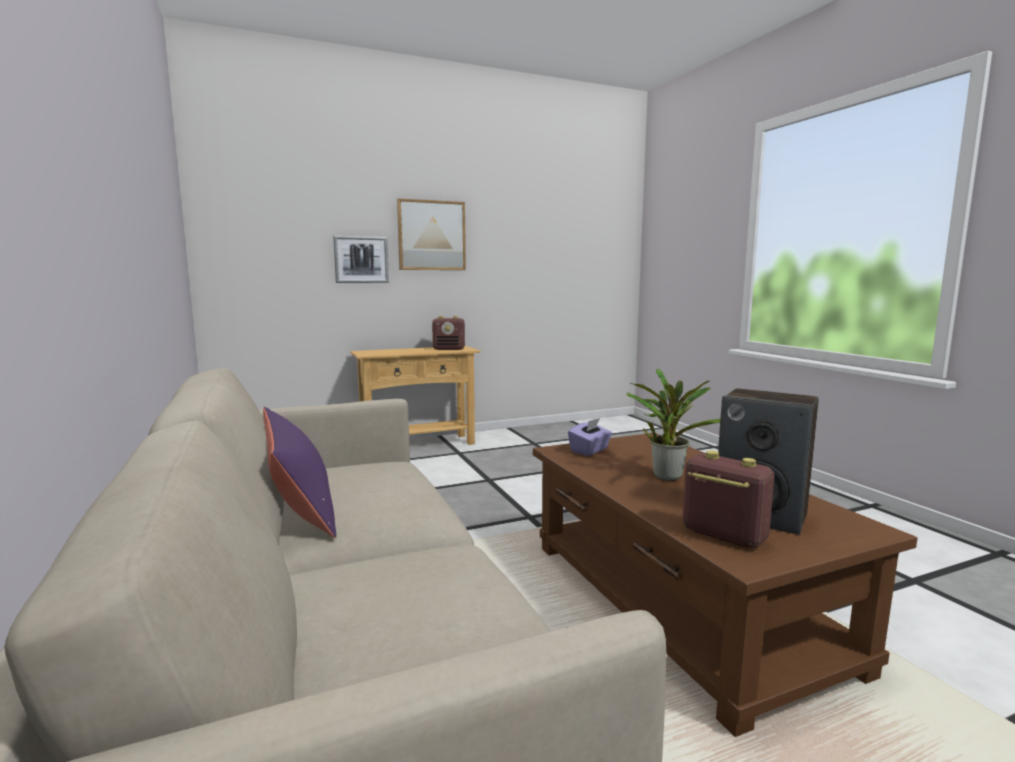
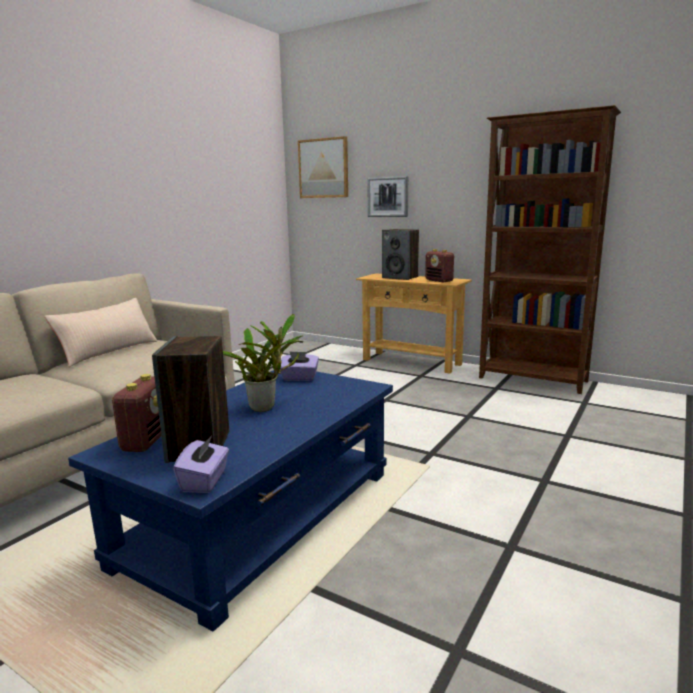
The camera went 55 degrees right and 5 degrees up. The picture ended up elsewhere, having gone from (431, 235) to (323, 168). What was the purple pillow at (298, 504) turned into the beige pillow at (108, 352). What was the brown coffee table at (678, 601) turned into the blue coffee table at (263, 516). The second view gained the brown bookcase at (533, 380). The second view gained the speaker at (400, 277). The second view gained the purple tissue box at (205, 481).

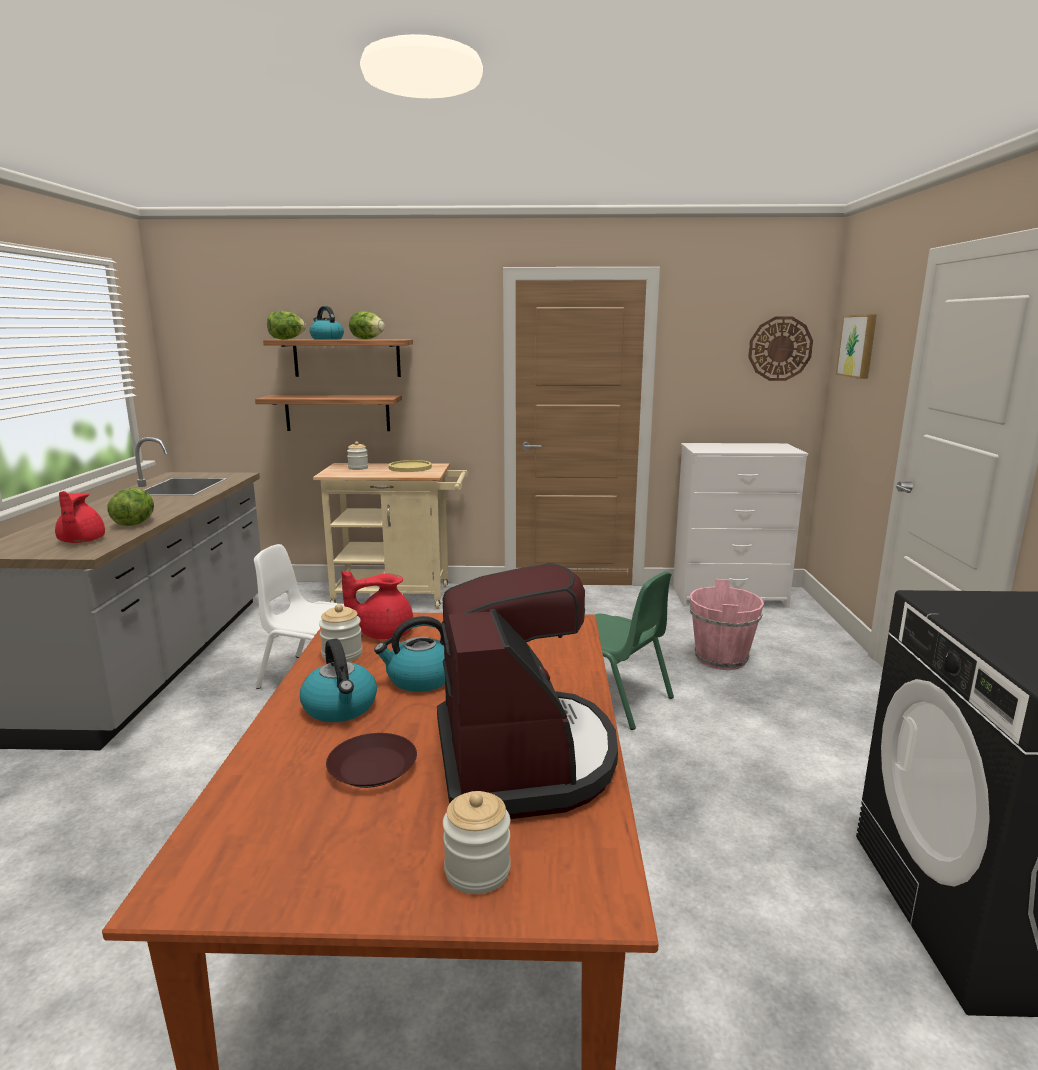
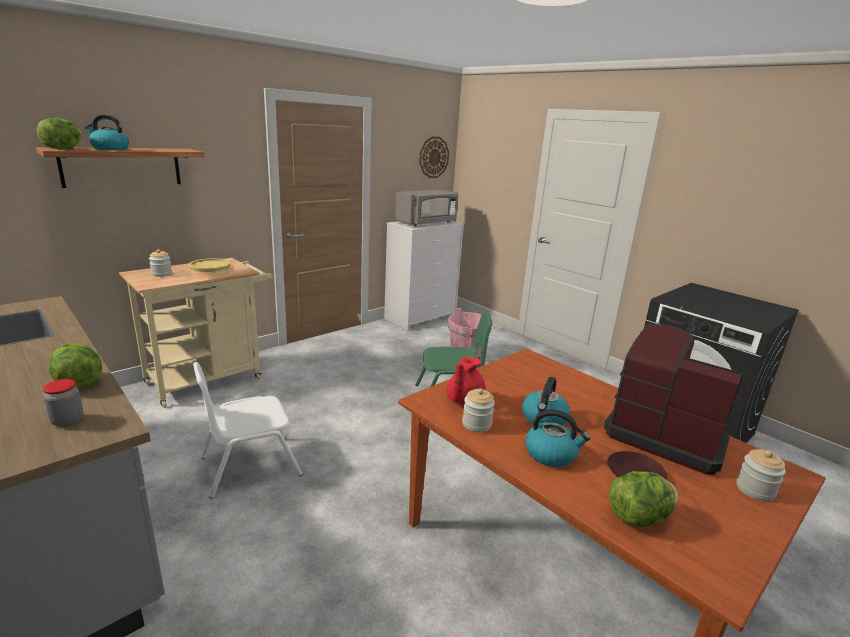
The camera went 45 degrees left and 5 degrees up. The lettuce ended up elsewhere, having gone from (367, 339) to (638, 517). The second view lost the picture at (858, 346). The second view lost the shelf at (337, 413). Where the red teapot stood at (80, 541), the jar came to stand at (67, 421). The second view gained the grey microwave at (427, 223).

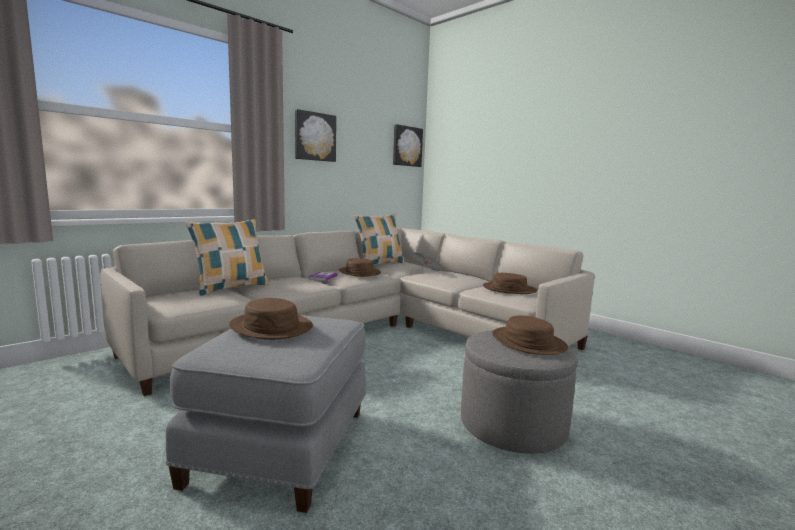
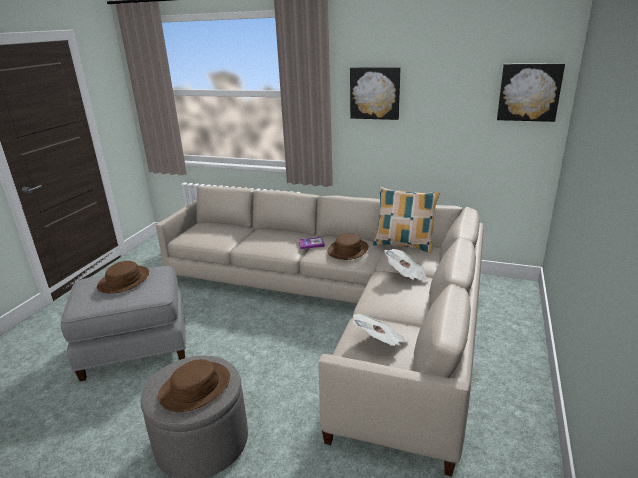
The camera went 65 degrees right and 15 degrees up. The second view lost the pillow at (231, 288). Where the brown hat stood at (509, 289), the newspaper came to stand at (380, 342).

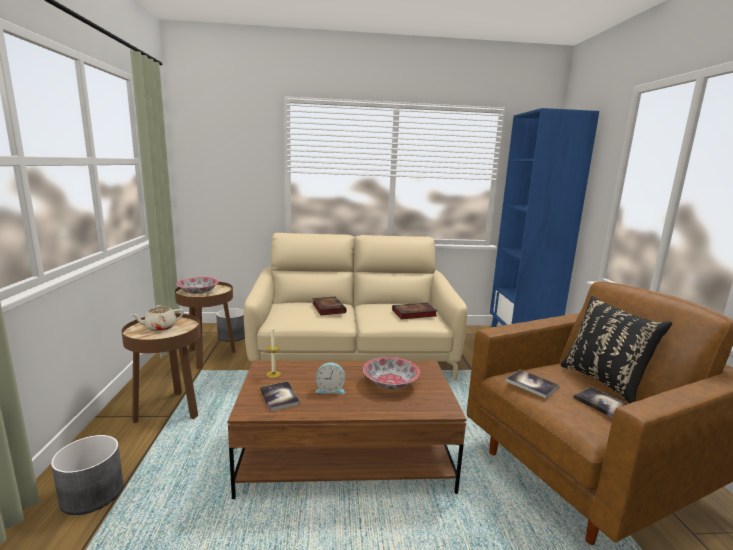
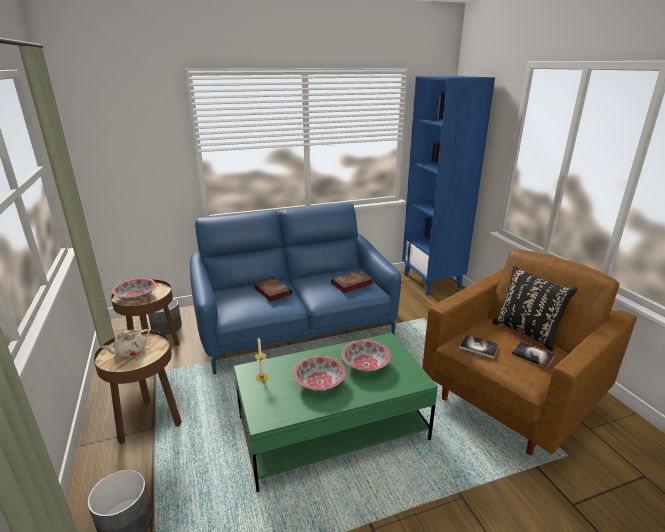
The camera went 15 degrees left and 10 degrees up. What was the beige sofa at (353, 354) turned into the blue sofa at (295, 325). What was the brown coffee table at (346, 455) turned into the green coffee table at (332, 428). Where the alarm clock stood at (330, 389), the bowl came to stand at (320, 382). The second view lost the book at (279, 397).

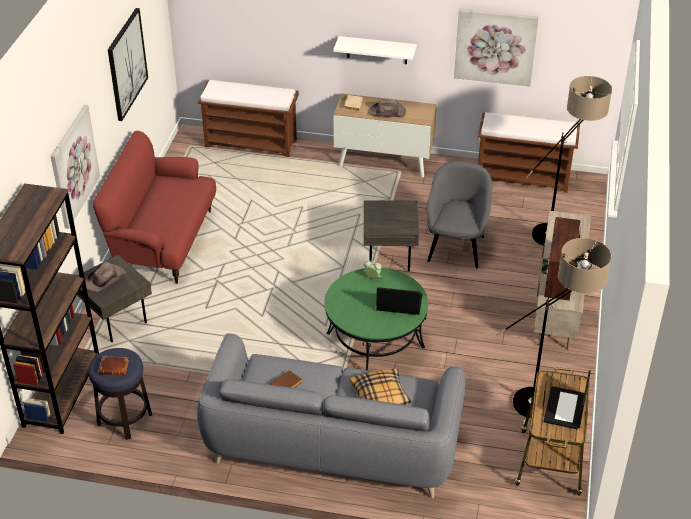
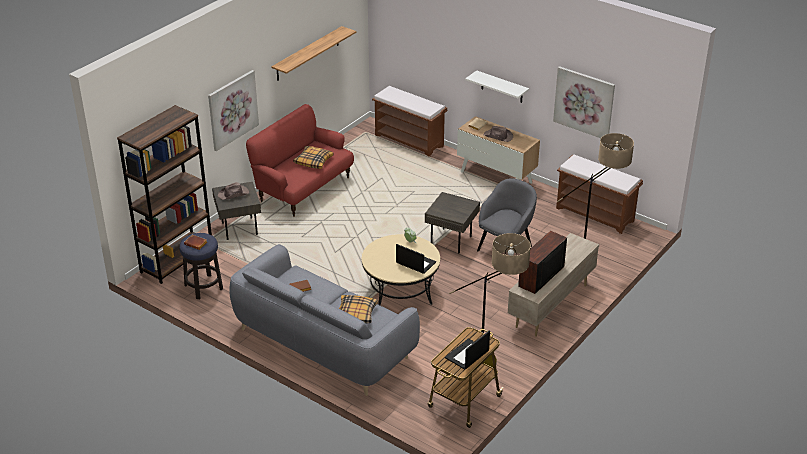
The camera went 25 degrees right and 5 degrees down. Where the picture hung at (127, 64), the shelf came to hang at (308, 54). What was the green coffee table at (375, 340) turned into the beige coffee table at (400, 289). The second view gained the pillow at (313, 161).

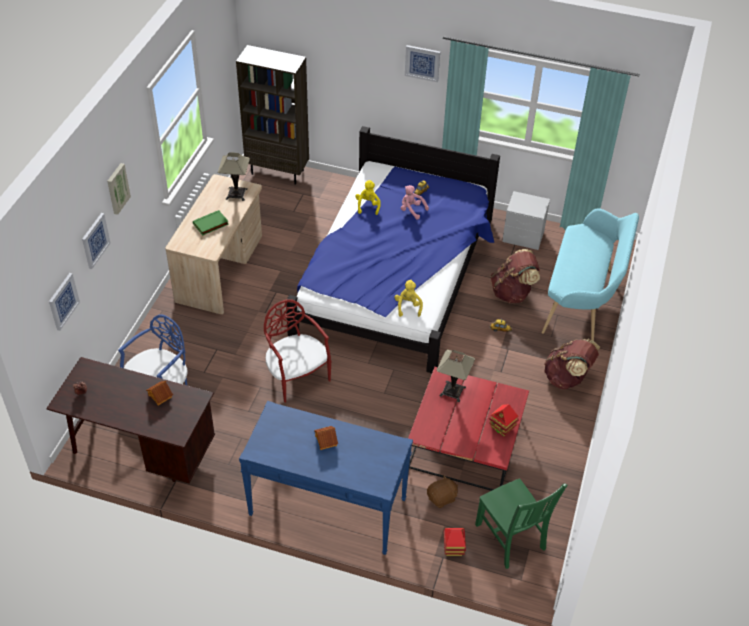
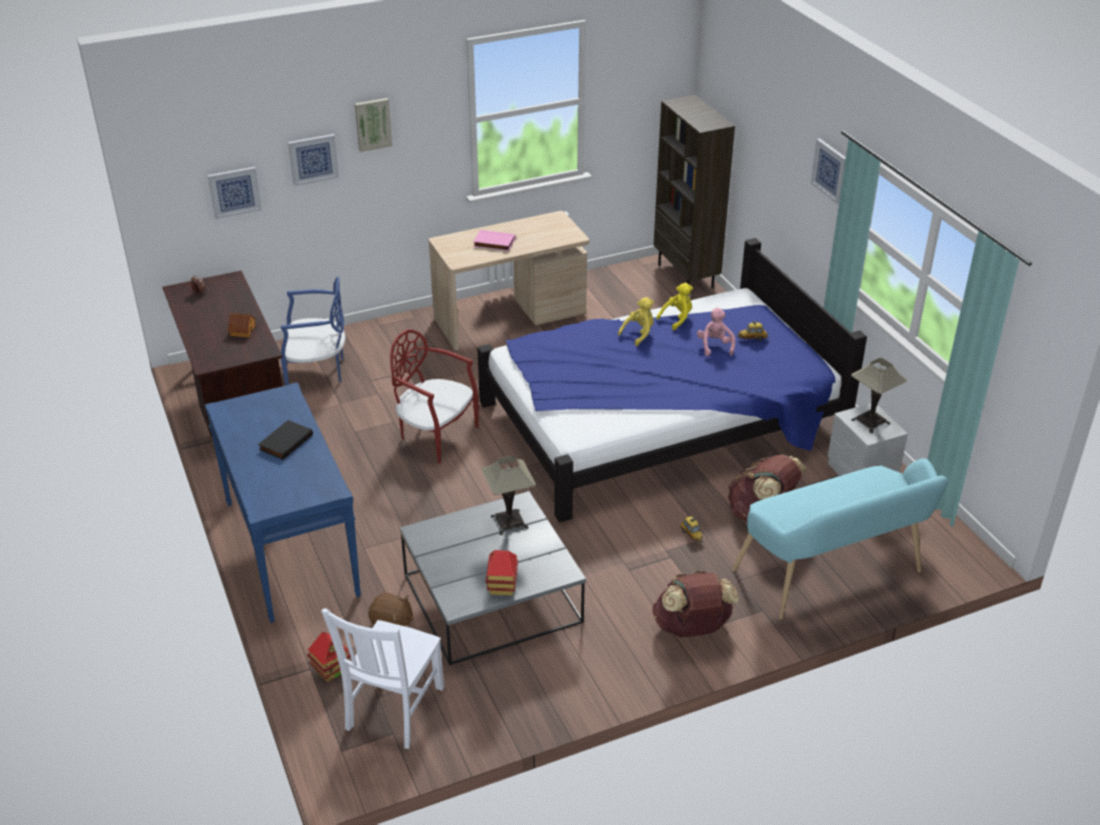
The camera went 50 degrees right and 10 degrees down. The table lamp ended up elsewhere, having gone from (236, 194) to (870, 421). What was the green book at (211, 225) turned into the pink book at (493, 243). The yellow plush toy ended up elsewhere, having gone from (408, 306) to (639, 334). The red chair at (296, 376) ended up facing another way, 75 degrees counterclockwise from before. What was the red coffee table at (464, 442) turned into the grey coffee table at (490, 597). Where the toy house stood at (325, 440), the black book came to stand at (285, 442). What was the green chair at (511, 538) turned into the white chair at (393, 710).

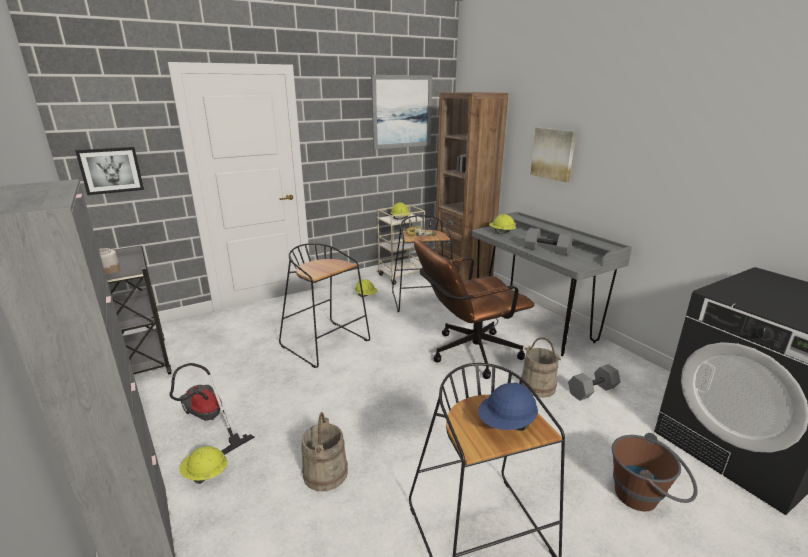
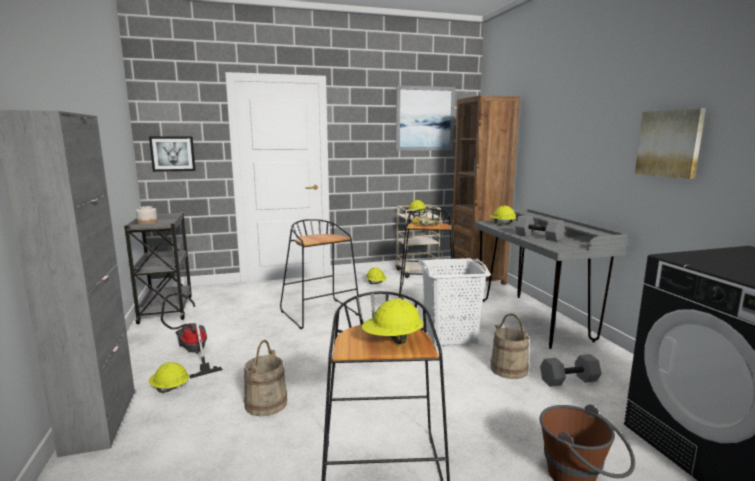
The camera went 15 degrees right and 10 degrees down. The picture ended up elsewhere, having gone from (553, 154) to (669, 143). Where the brown office chair stood at (467, 354), the white laundry basket came to stand at (449, 335). What was the blue hard hat at (506, 424) turned into the yellow hard hat at (392, 340).

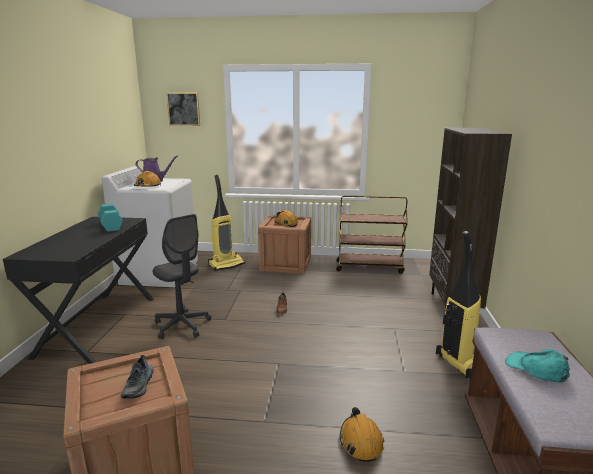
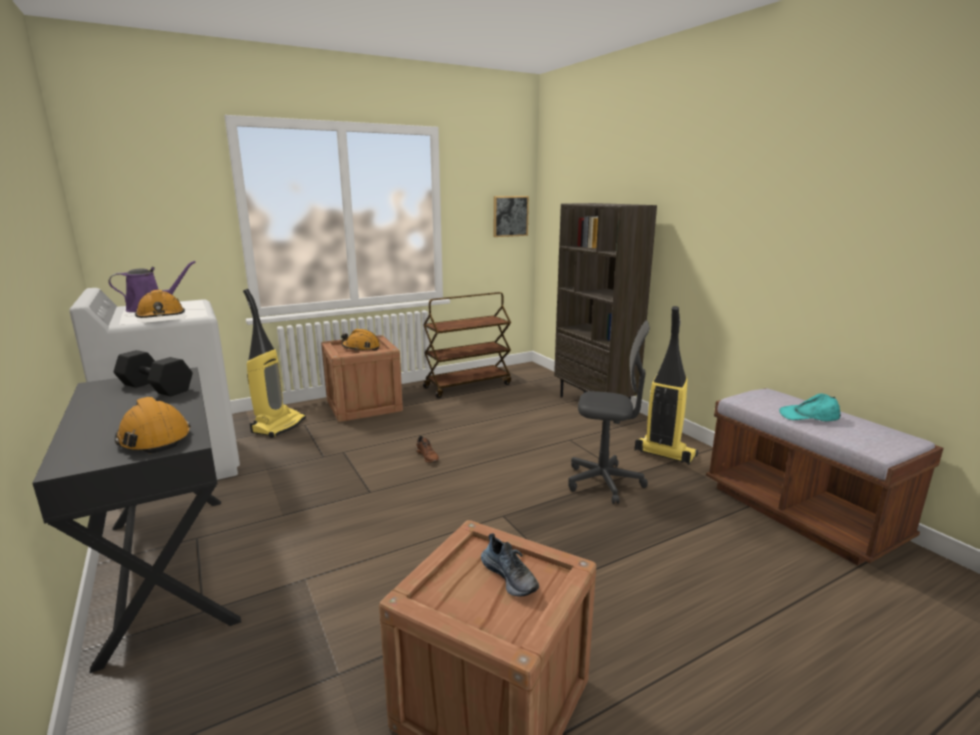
The camera went 35 degrees left and 0 degrees up. The picture ended up elsewhere, having gone from (183, 109) to (510, 216). What was the turquoise dumbbell at (110, 225) turned into the black dumbbell at (154, 388). The grey office chair ended up elsewhere, having gone from (182, 326) to (604, 482). The orange hard hat ended up elsewhere, having gone from (361, 441) to (154, 438).

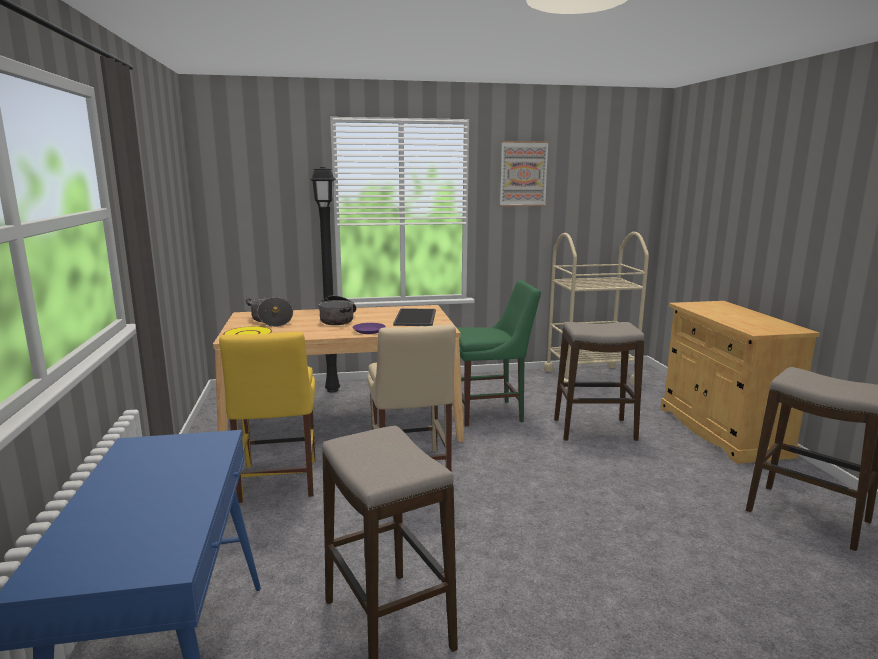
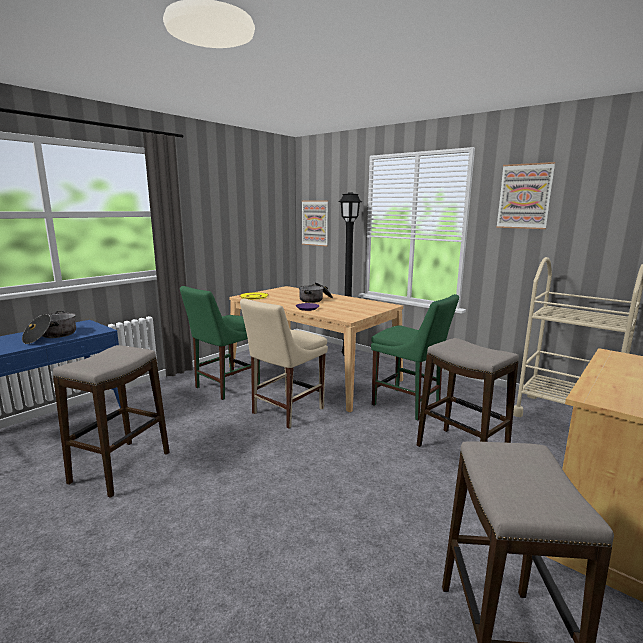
The camera went 50 degrees right and 0 degrees up. The cooking pot ended up elsewhere, having gone from (271, 320) to (51, 336). The second view lost the tray at (416, 318). What was the yellow chair at (277, 483) turned into the green chair at (224, 387). The second view gained the picture at (315, 223).

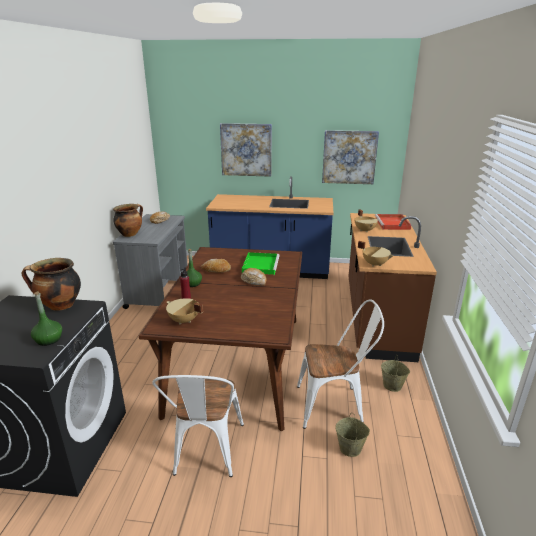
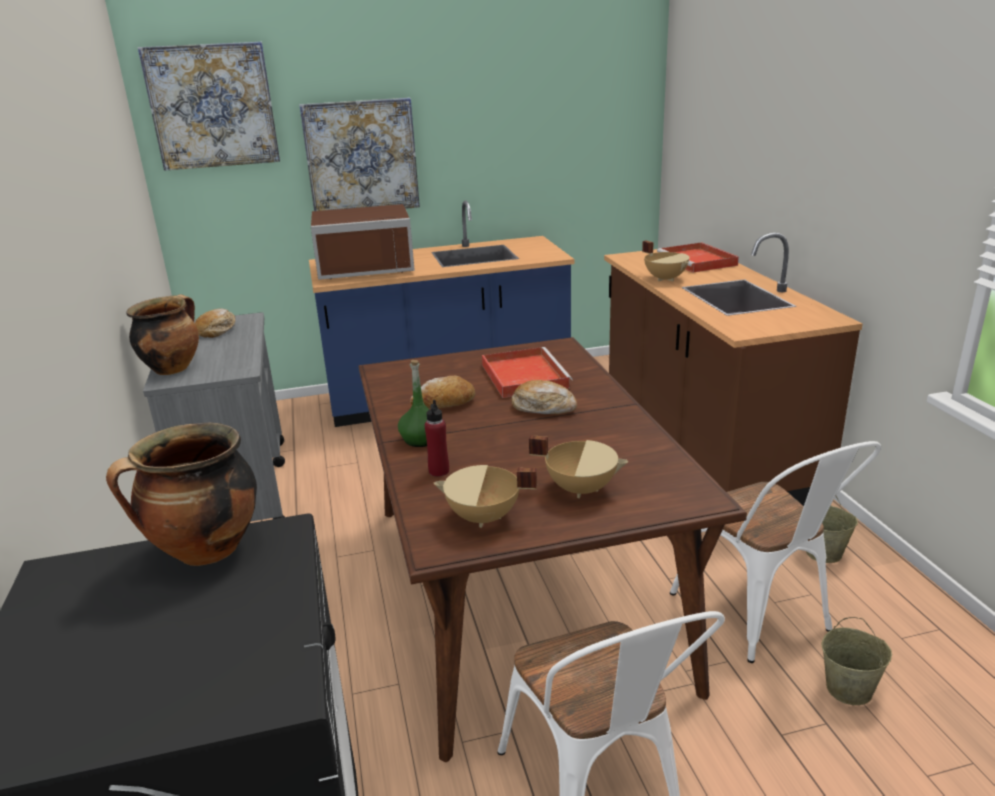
The camera went 20 degrees left and 0 degrees up. The picture ended up elsewhere, having gone from (349, 157) to (212, 106). The beige cooking pot ended up elsewhere, having gone from (375, 264) to (580, 488). What was the green tray at (260, 265) turned into the red tray at (523, 375). The second view lost the green bottle at (48, 340). The white chair at (335, 405) ended up facing another way, 90 degrees clockwise from before. The second view gained the brown microwave at (365, 266).

